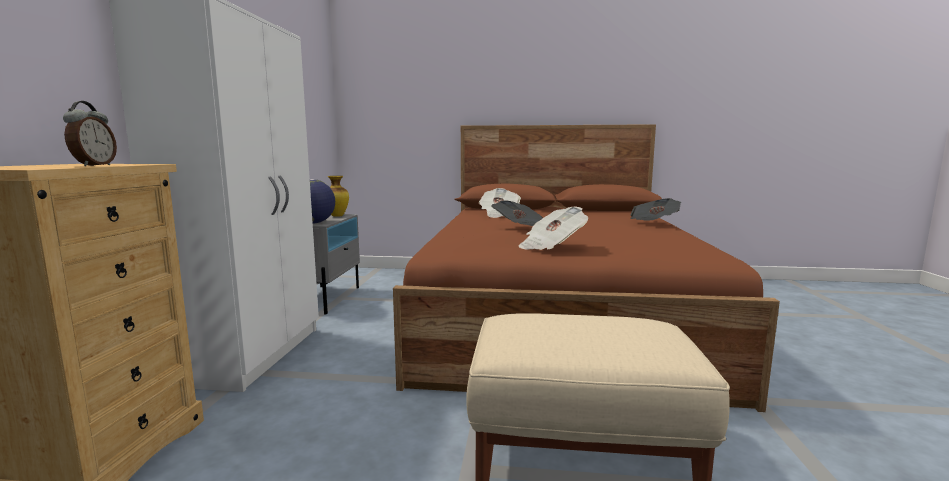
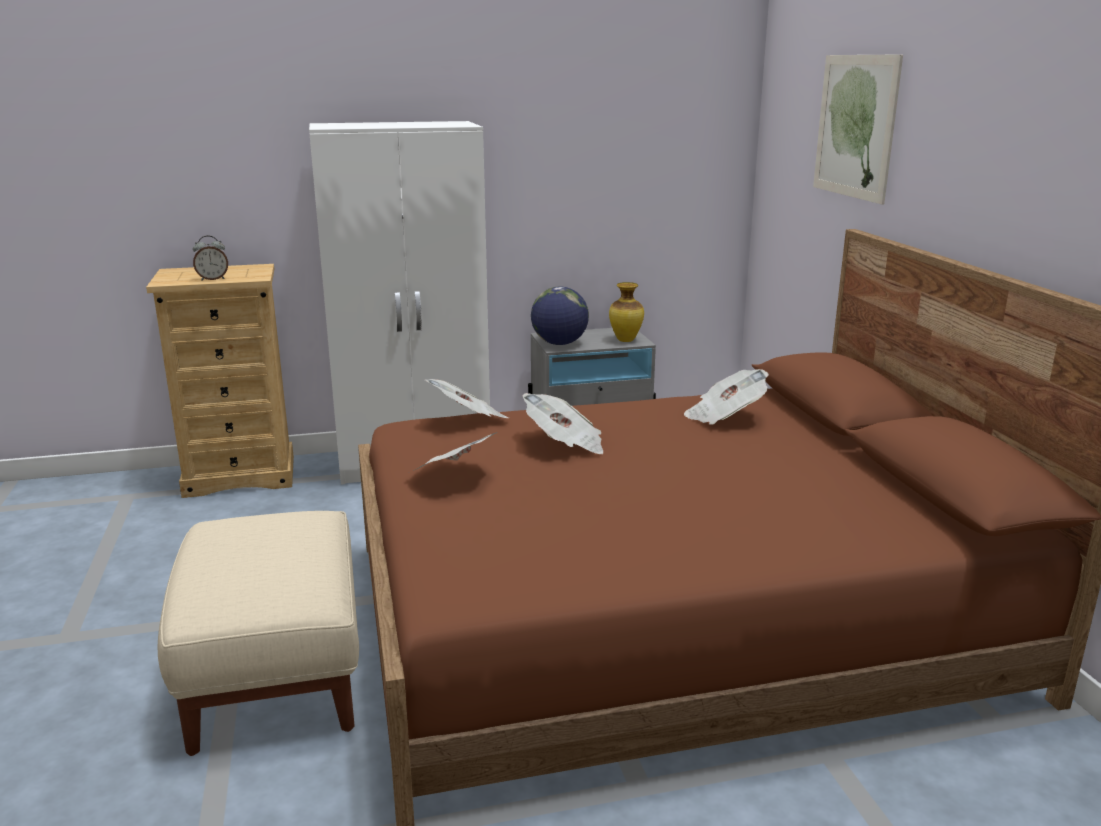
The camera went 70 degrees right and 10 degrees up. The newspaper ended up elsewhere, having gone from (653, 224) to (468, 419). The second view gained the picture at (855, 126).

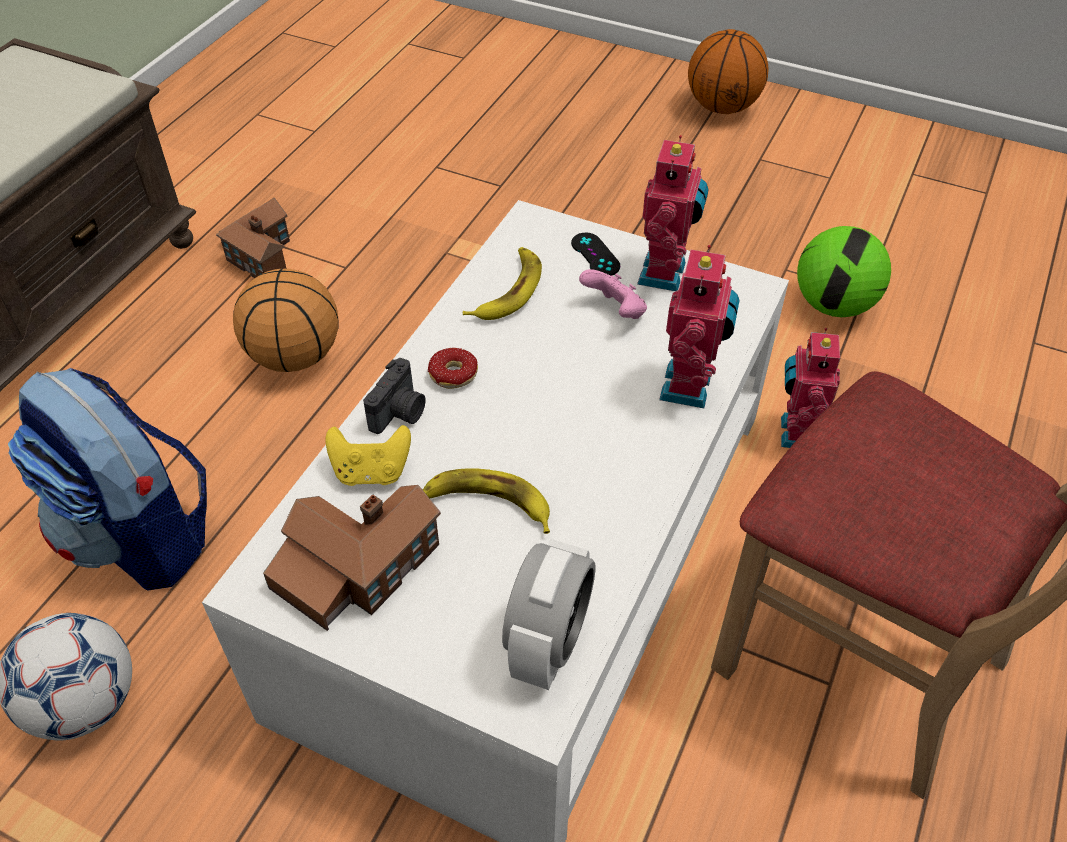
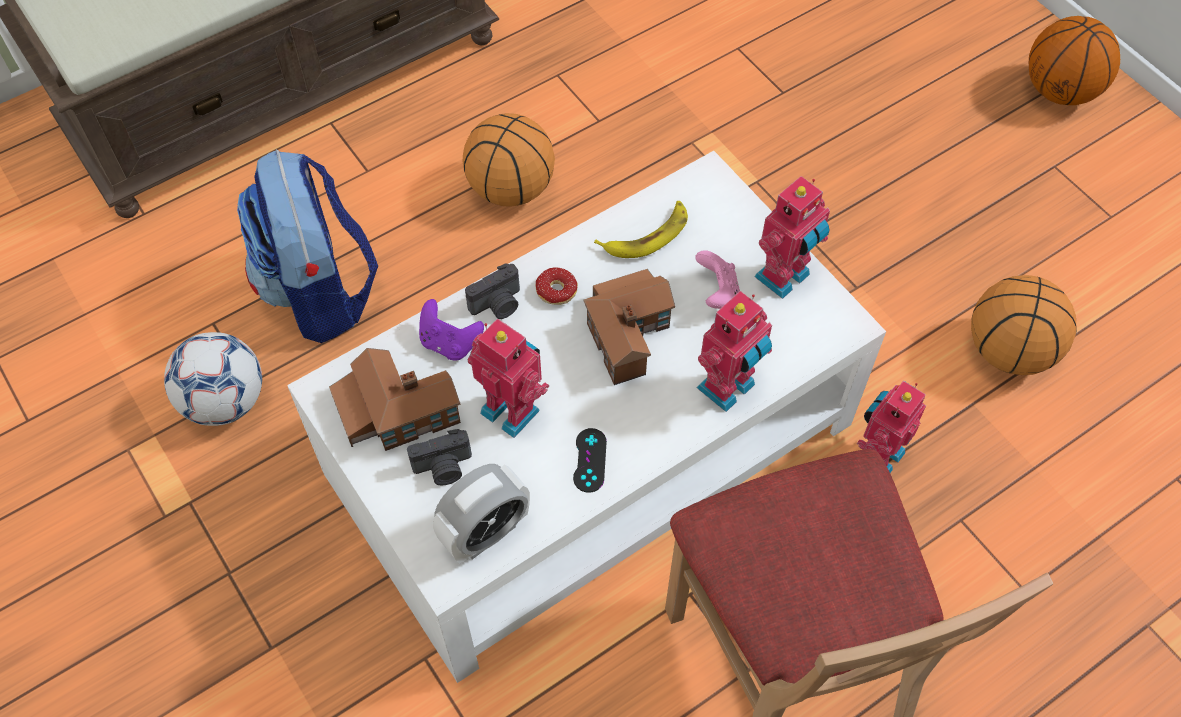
The camera went 30 degrees right and 10 degrees up. The toy house ended up elsewhere, having gone from (261, 253) to (629, 331). Where the football stood at (833, 305), the basketball came to stand at (1007, 351). The black game controller ended up elsewhere, having gone from (595, 255) to (590, 460). What was the yellow game controller at (371, 471) turned into the purple game controller at (449, 343). Where the banana stood at (487, 504), the toy robot came to stand at (512, 409). The second view gained the photo camera at (444, 468).

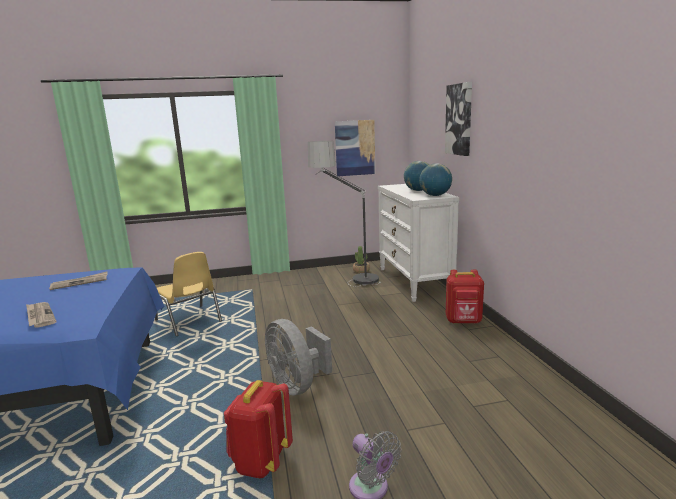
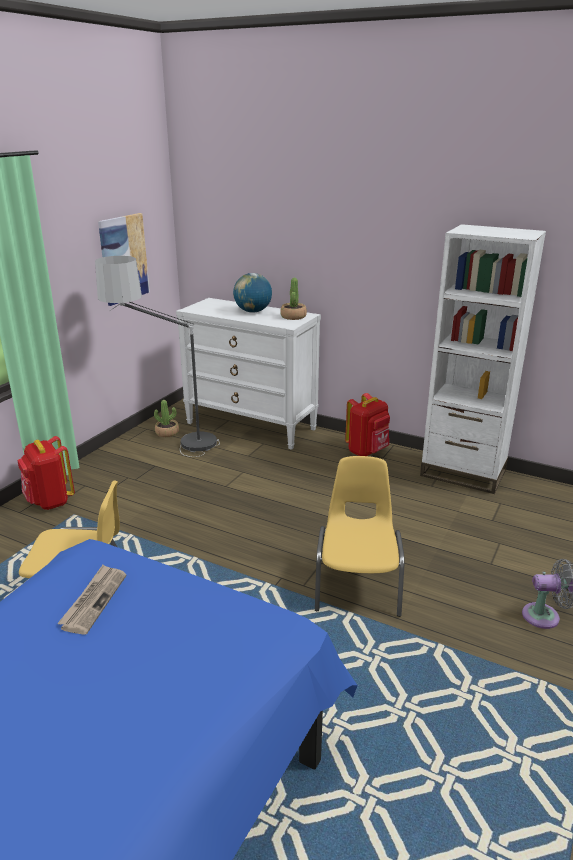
The camera went 50 degrees left and 10 degrees up. The second view lost the picture at (459, 119). Where the globe stood at (435, 195), the potted plant came to stand at (293, 316). The second view lost the newspaper at (40, 316). Where the grey fan stood at (297, 385), the yellow chair came to stand at (358, 584). The red backpack ended up elsewhere, having gone from (260, 462) to (50, 502). The second view gained the white bookcase at (463, 473).

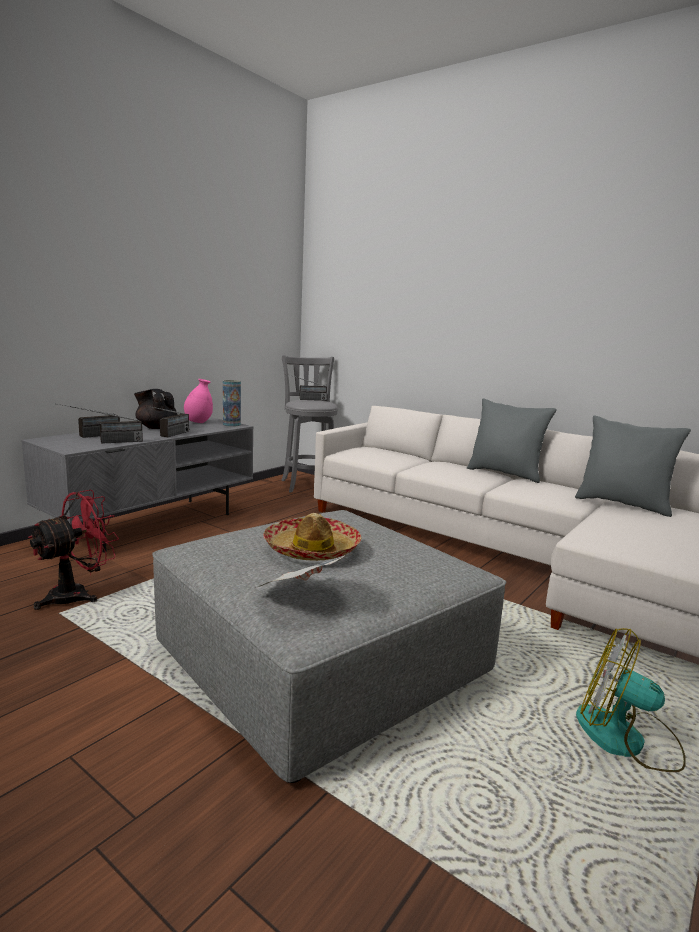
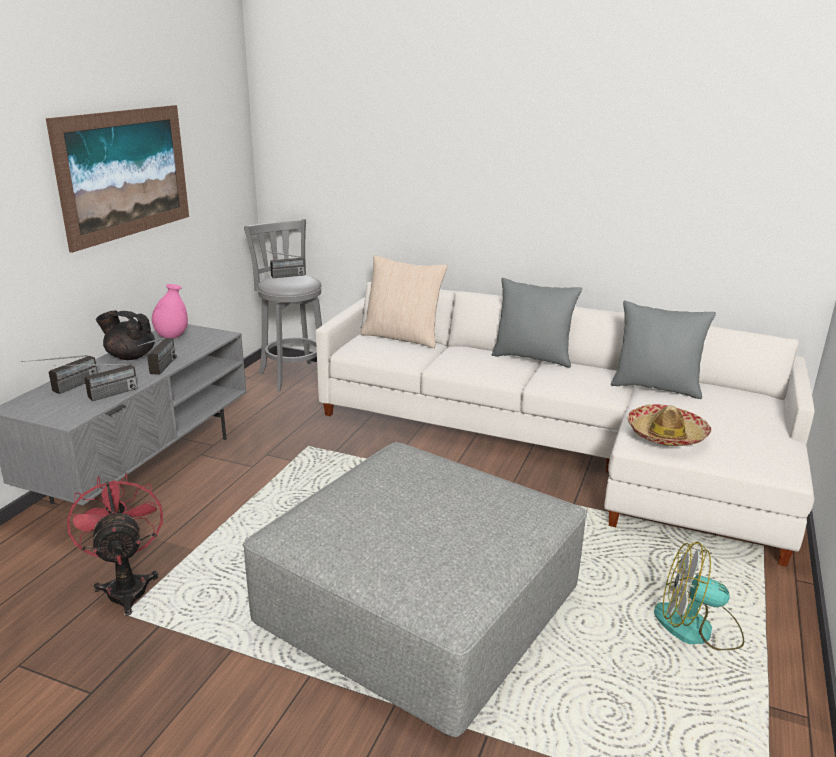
The camera went 15 degrees left and 10 degrees up. The second view lost the vase at (231, 424). The red fan at (77, 594) ended up facing another way, 45 degrees counterclockwise from before. The hat ended up elsewhere, having gone from (312, 549) to (666, 434). The second view lost the newspaper at (300, 595). The second view gained the picture at (125, 173). The second view gained the beige pillow at (402, 337).

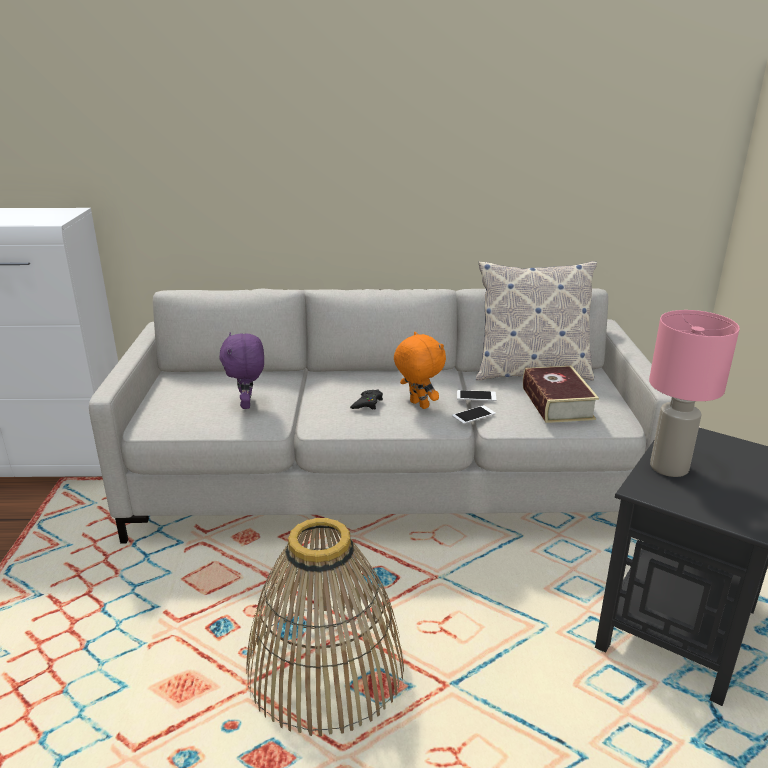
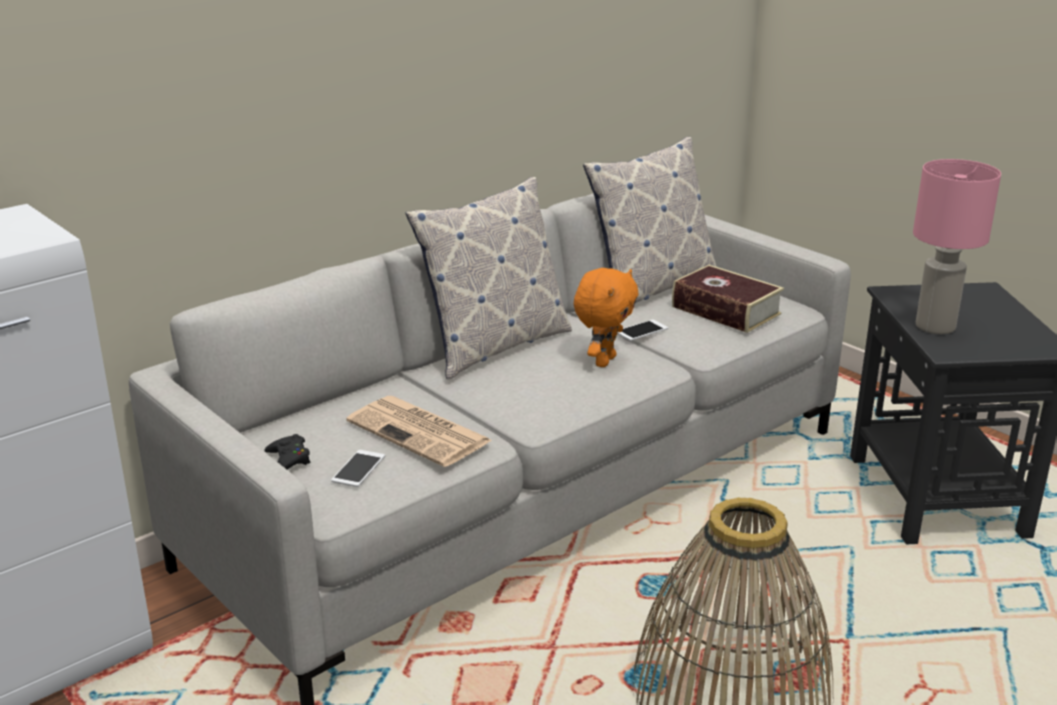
The camera went 40 degrees left and 0 degrees up. Where the purple plush toy stood at (247, 404), the newspaper came to stand at (421, 432). The orange plush toy at (418, 405) ended up facing another way, 105 degrees clockwise from before. The black game controller ended up elsewhere, having gone from (367, 403) to (288, 460). The phone ended up elsewhere, having gone from (473, 415) to (358, 468). The second view gained the pillow at (494, 346).

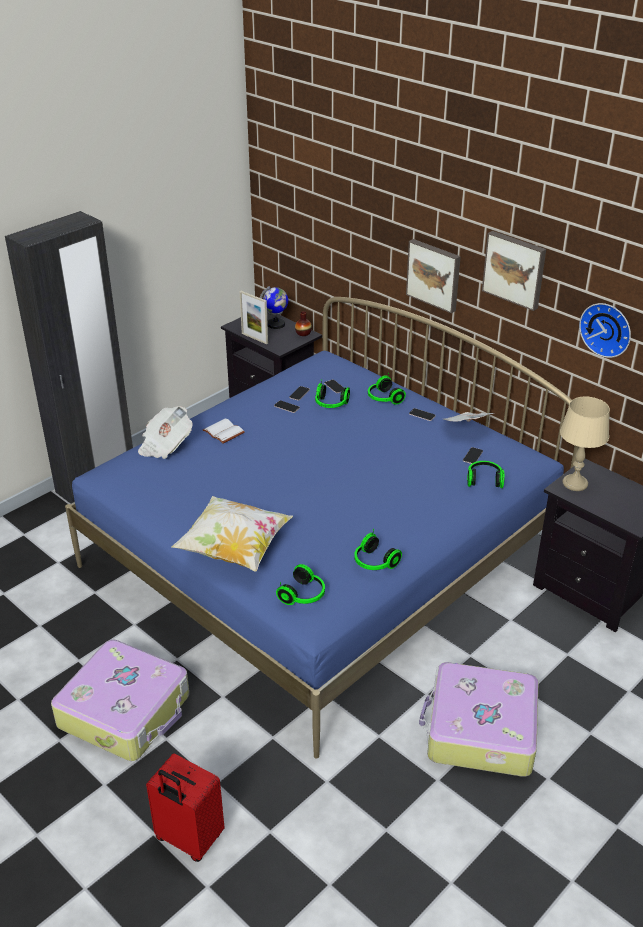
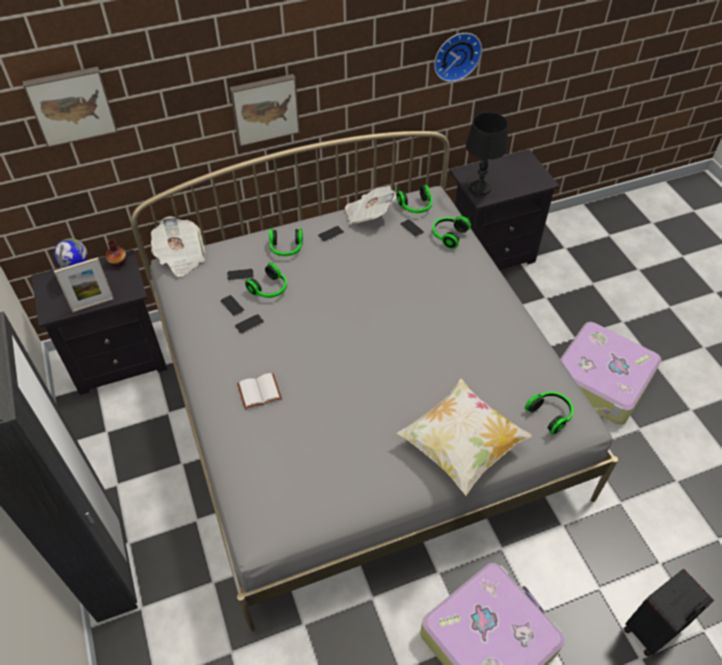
The camera went 65 degrees left and 15 degrees up. The picture ended up elsewhere, having gone from (515, 269) to (71, 105). What was the blue bed at (322, 558) turned into the grey bed at (361, 404). What was the beige table lamp at (575, 483) turned into the black table lamp at (479, 188). The newspaper ended up elsewhere, having gone from (165, 445) to (180, 257). The headphones ended up elsewhere, having gone from (374, 563) to (416, 207). What was the red suitcase at (188, 839) turned into the black suitcase at (653, 630).

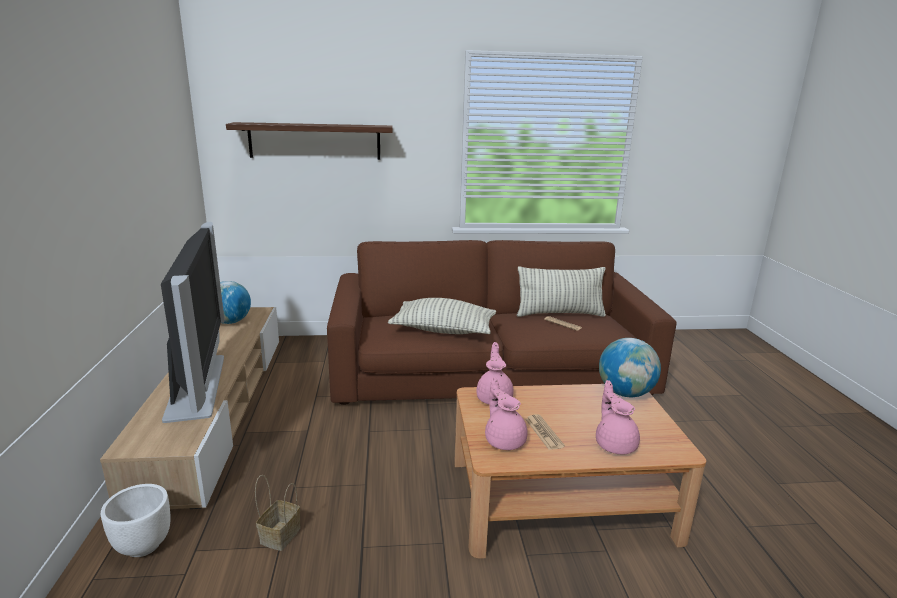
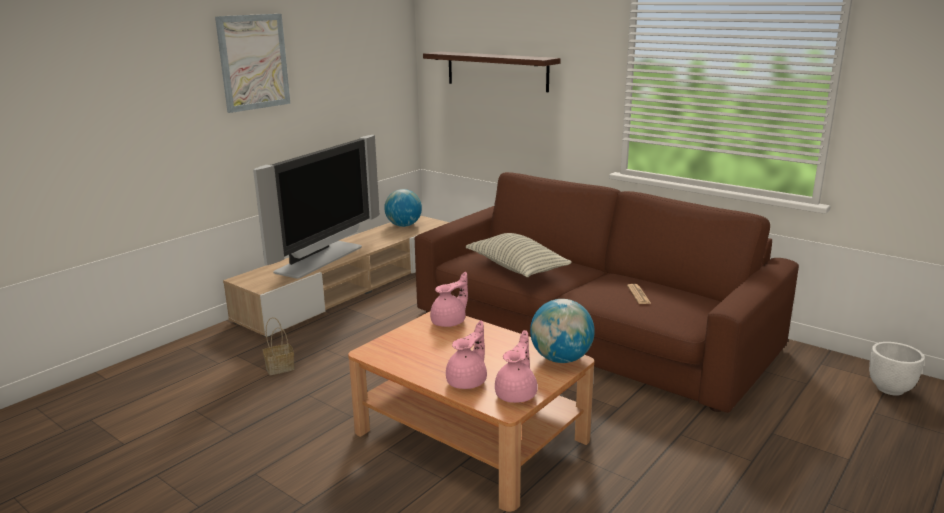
The camera went 45 degrees right and 0 degrees up. The second view lost the pillow at (559, 314). The pink teapot ended up elsewhere, having gone from (504, 440) to (517, 394). The second view lost the newspaper at (544, 432). The white planter ended up elsewhere, having gone from (143, 545) to (889, 389). The second view gained the picture at (253, 62).

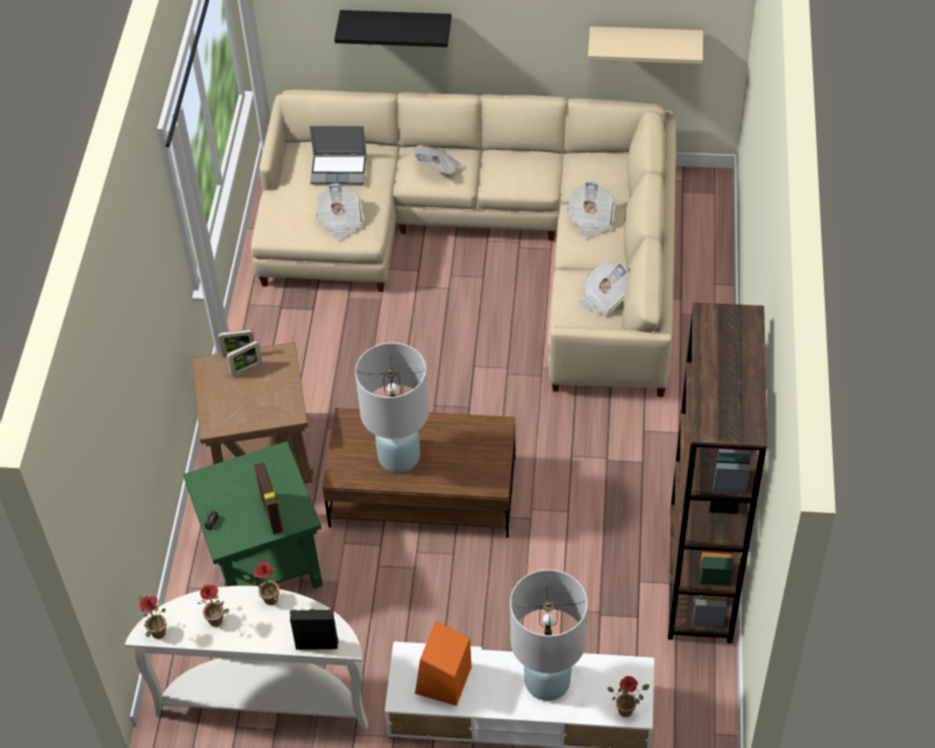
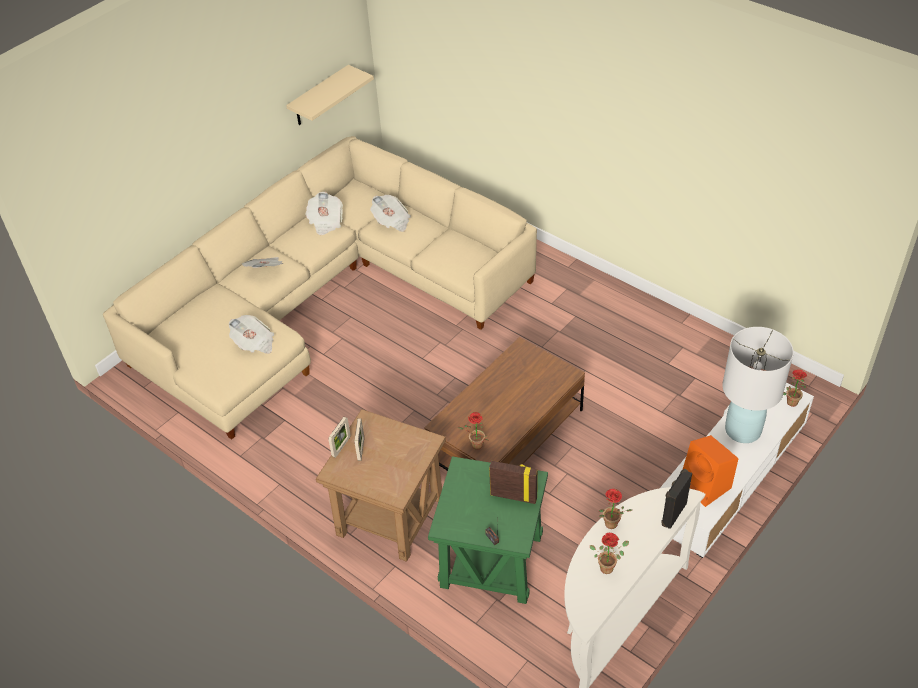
The camera went 55 degrees left and 5 degrees down. The second view lost the black shelf at (396, 26). The second view lost the laptop at (339, 170). The newspaper ended up elsewhere, having gone from (603, 298) to (325, 222). The second view lost the brown bookcase at (700, 575). The second view lost the white table lamp at (398, 457). The potted plant ended up elsewhere, having gone from (156, 631) to (474, 446).

